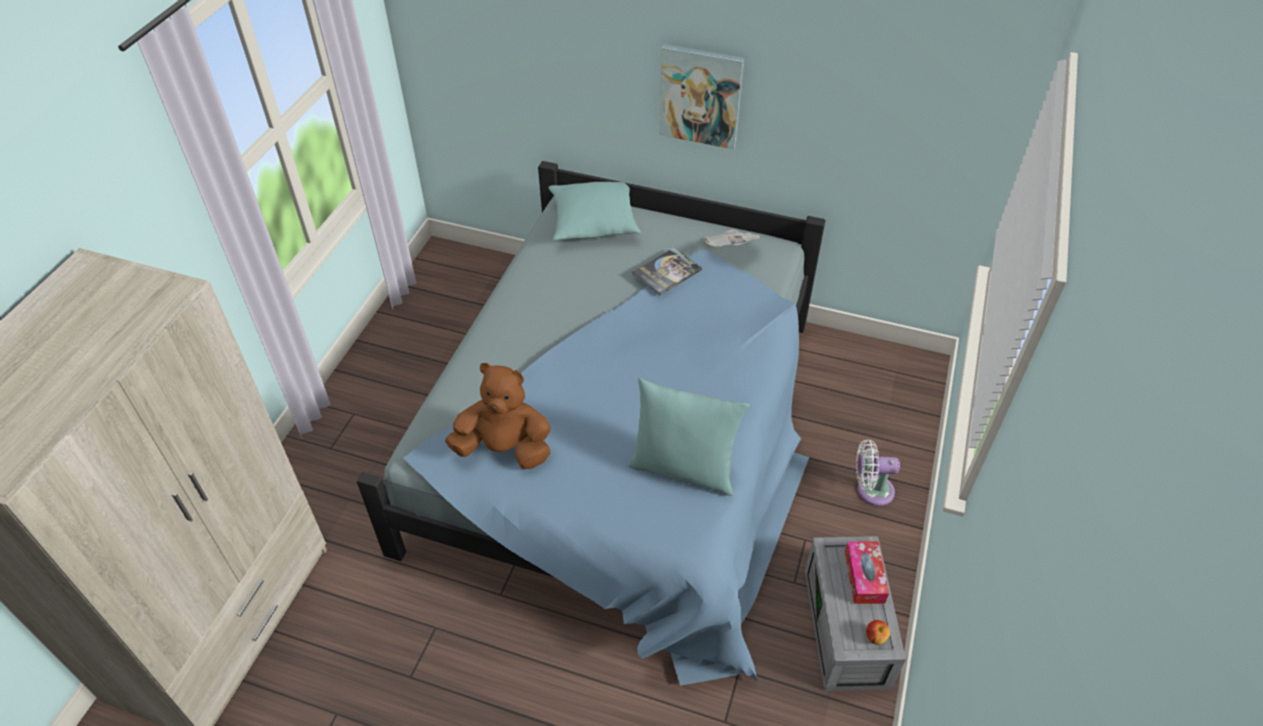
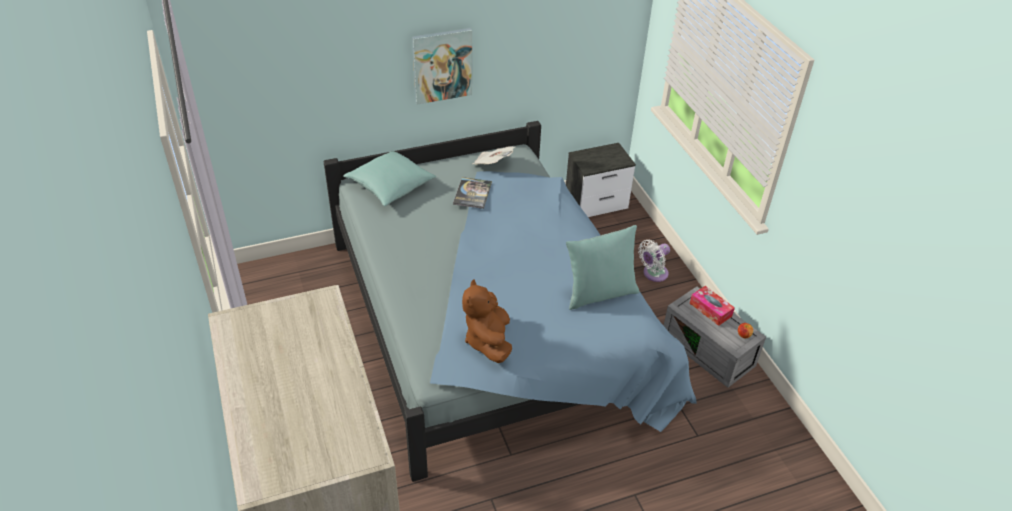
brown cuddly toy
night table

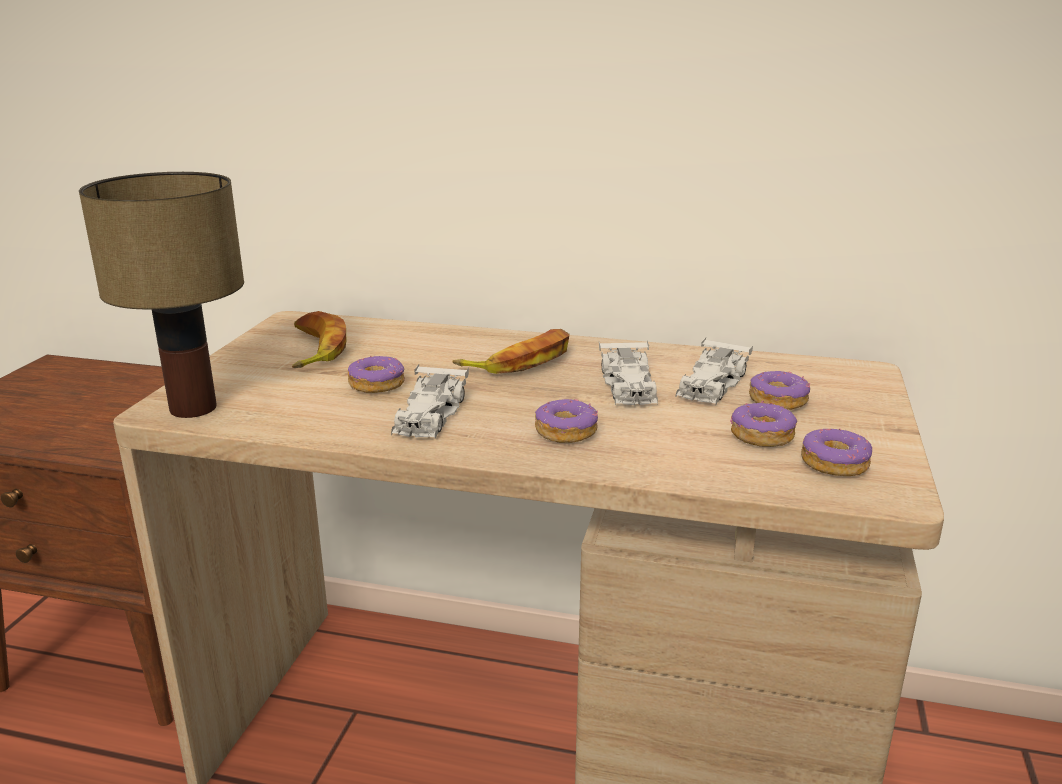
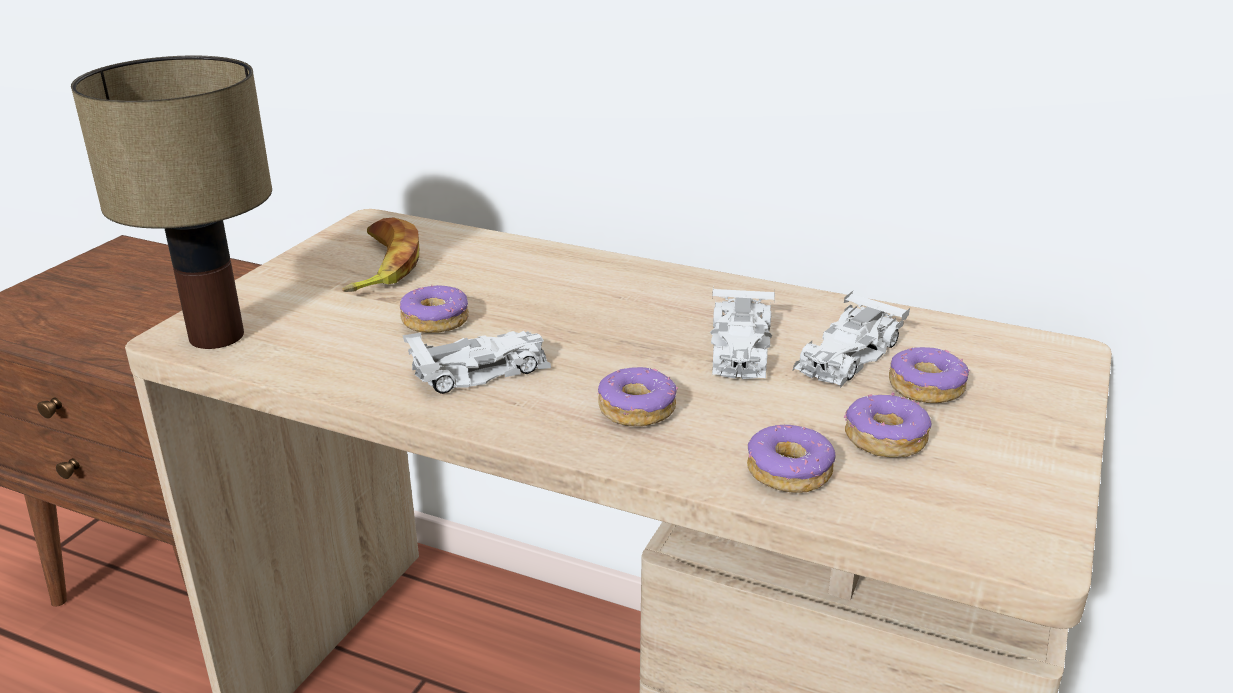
white miniature car (1st from left)
banana (2nd from left in the first image)
ring doughnut (3rd from left)

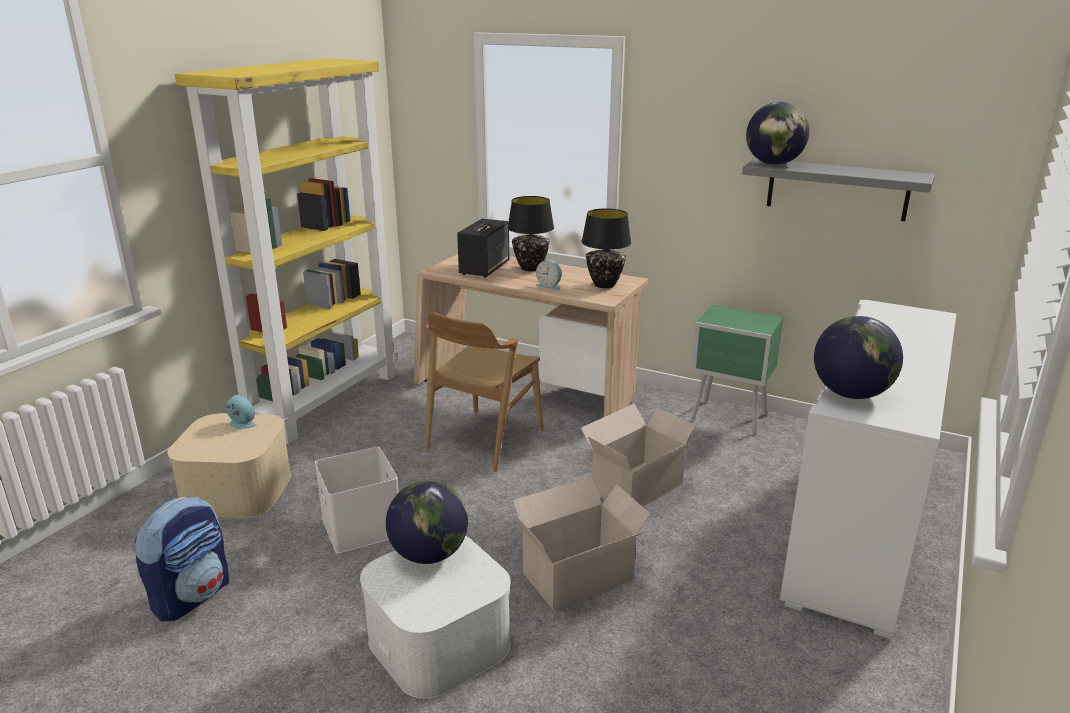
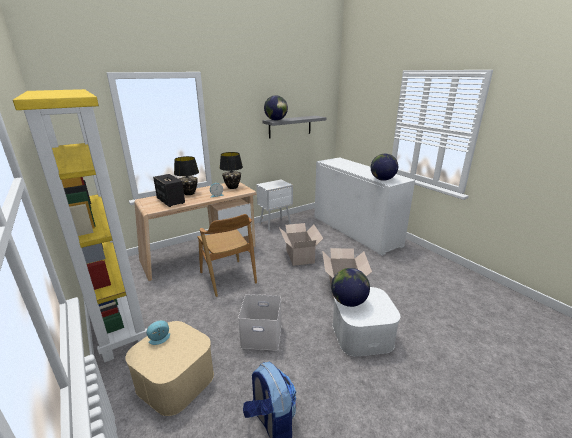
white night table

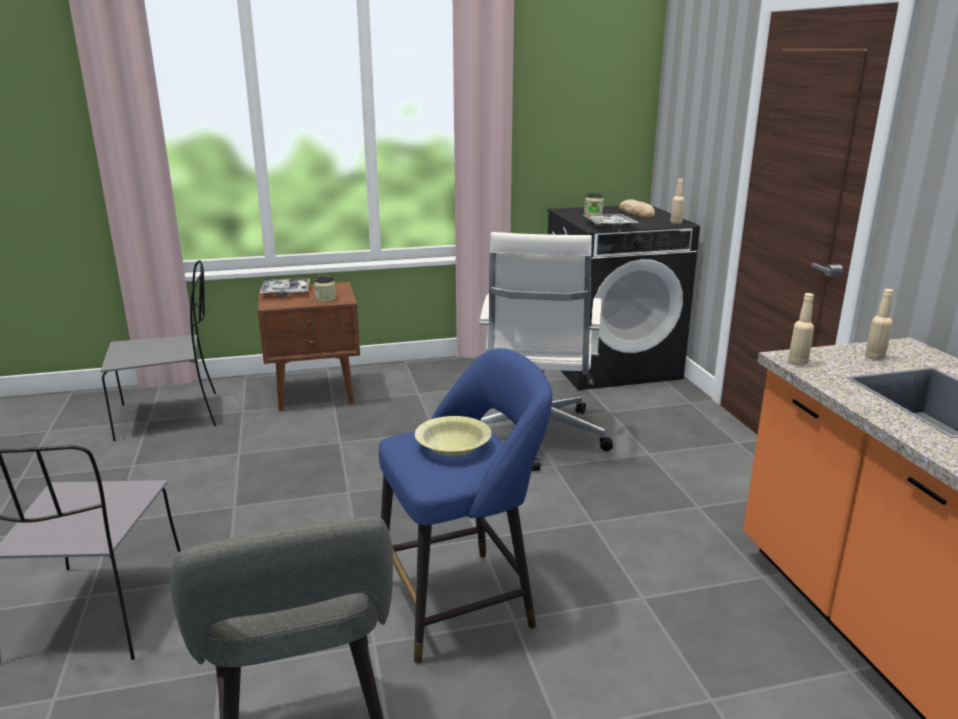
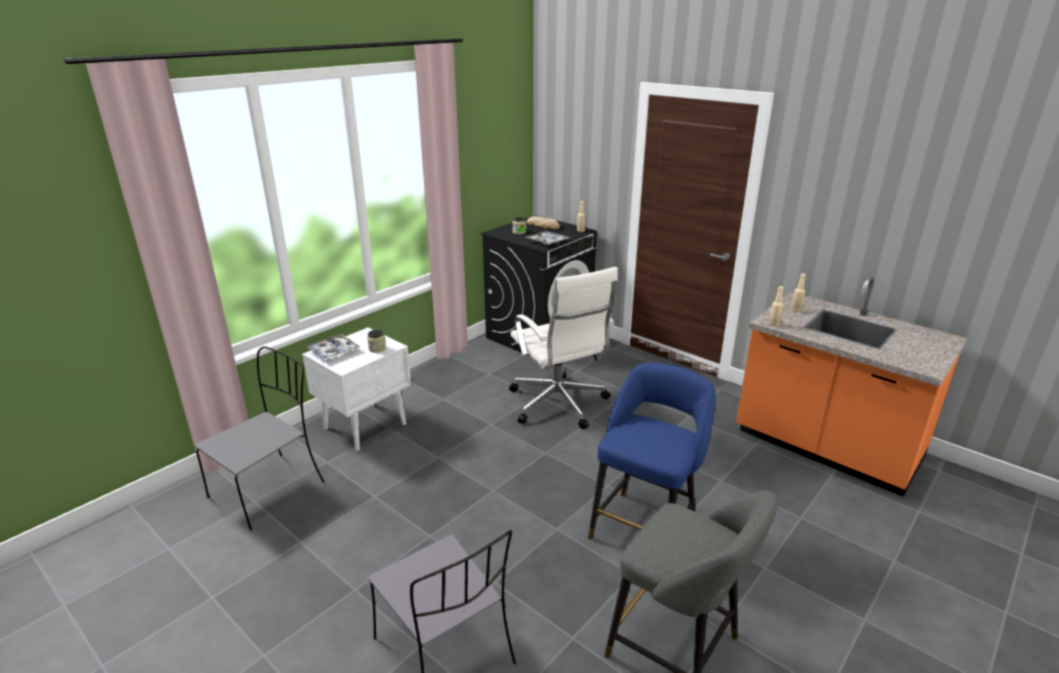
white night table
yellow deep dish

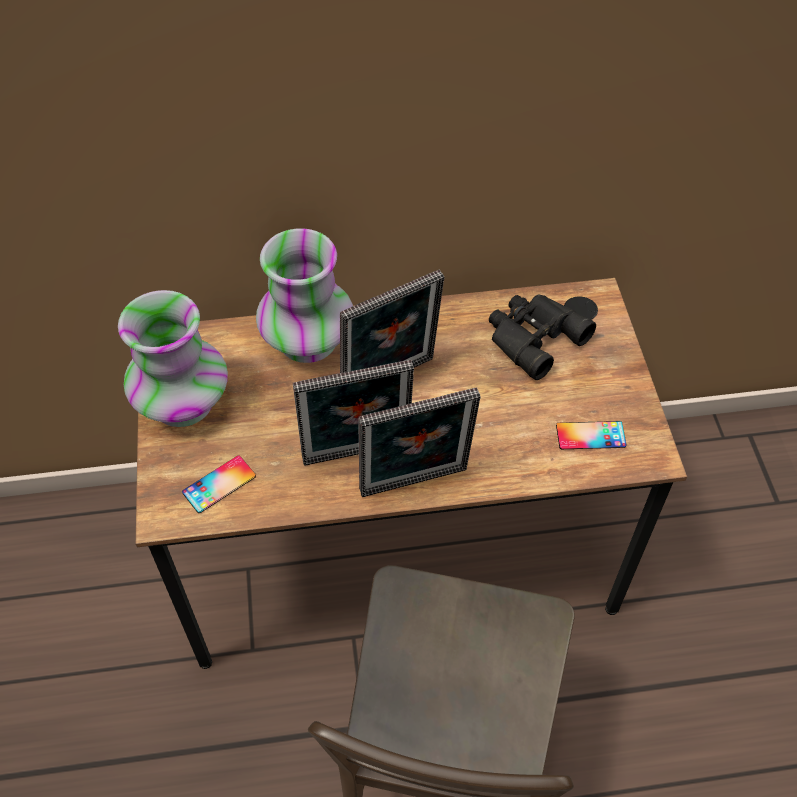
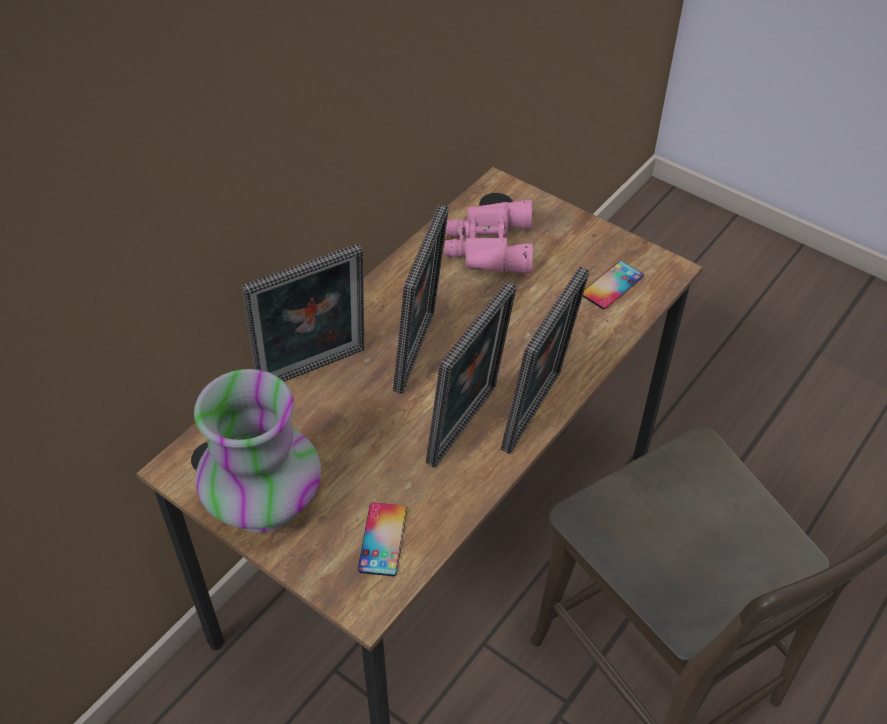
photo frame (1st from left)
pink-coloured pair of binoculars

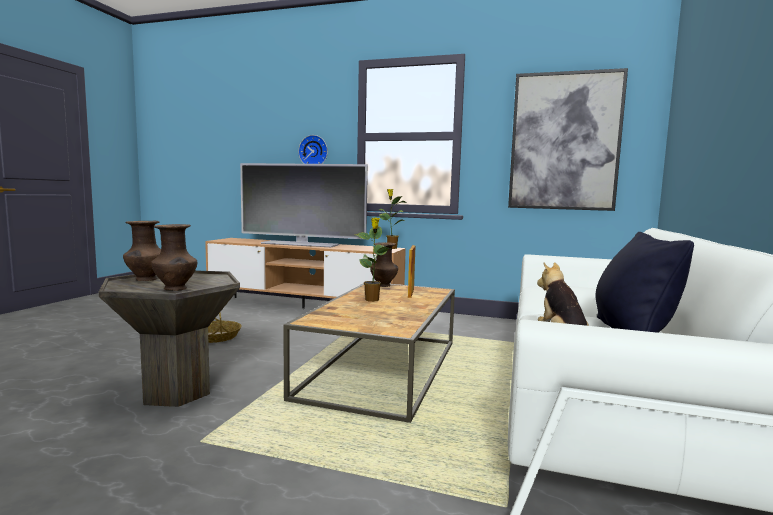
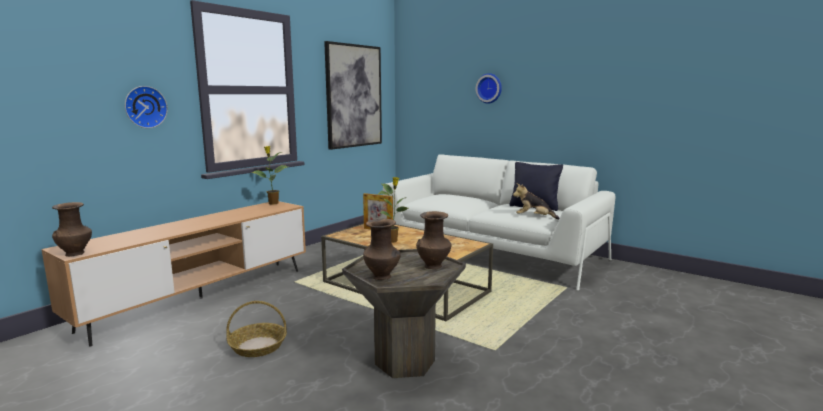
TV
brown flower vase (1st from left)
clock on the wall (2nd from left)

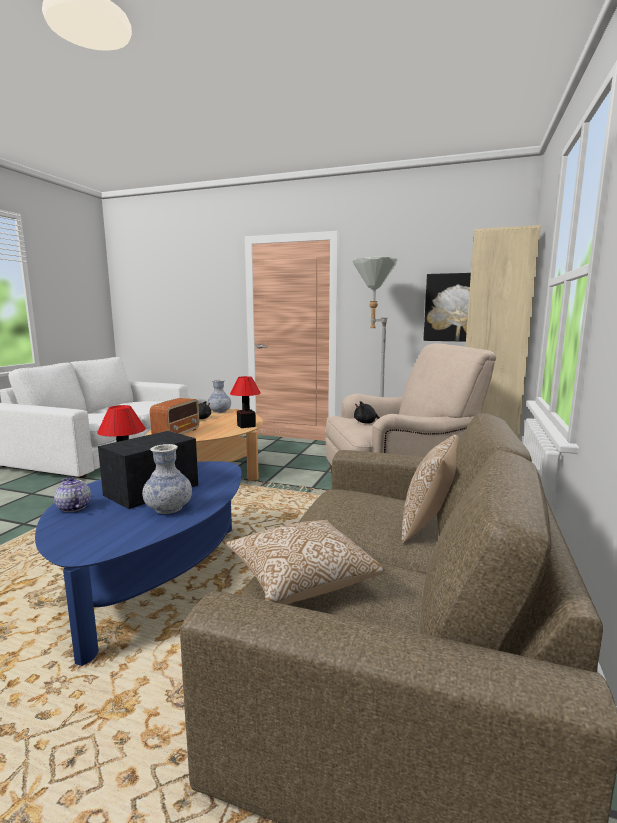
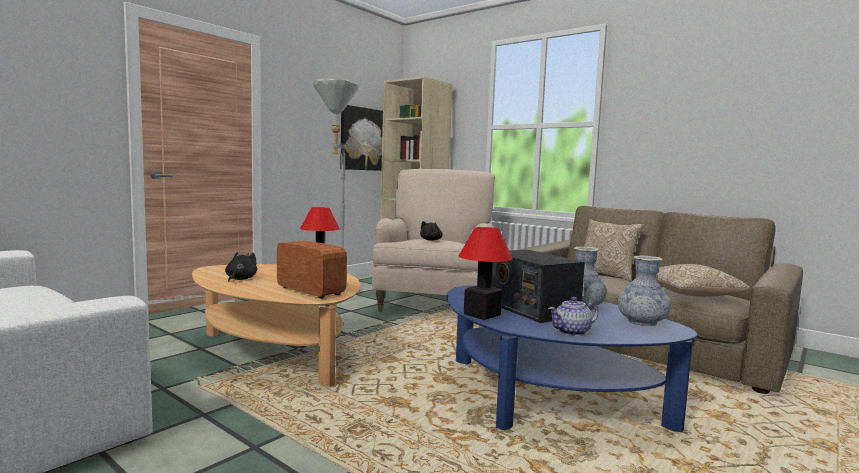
flower vase (2nd from left)

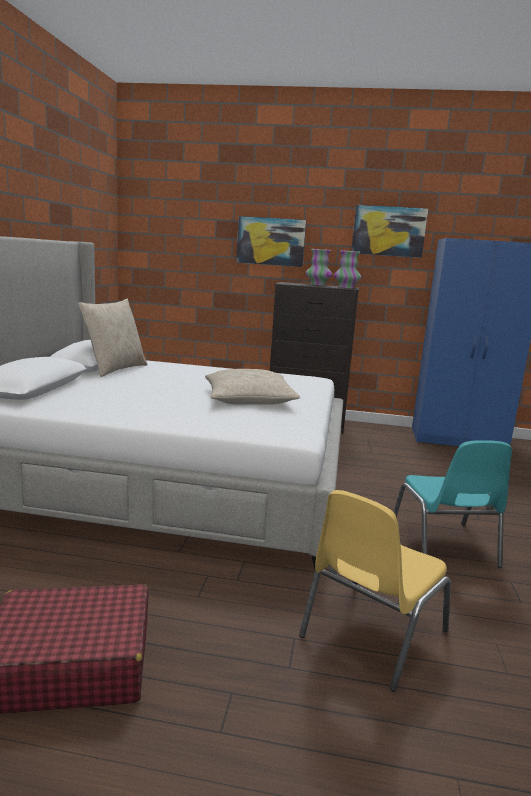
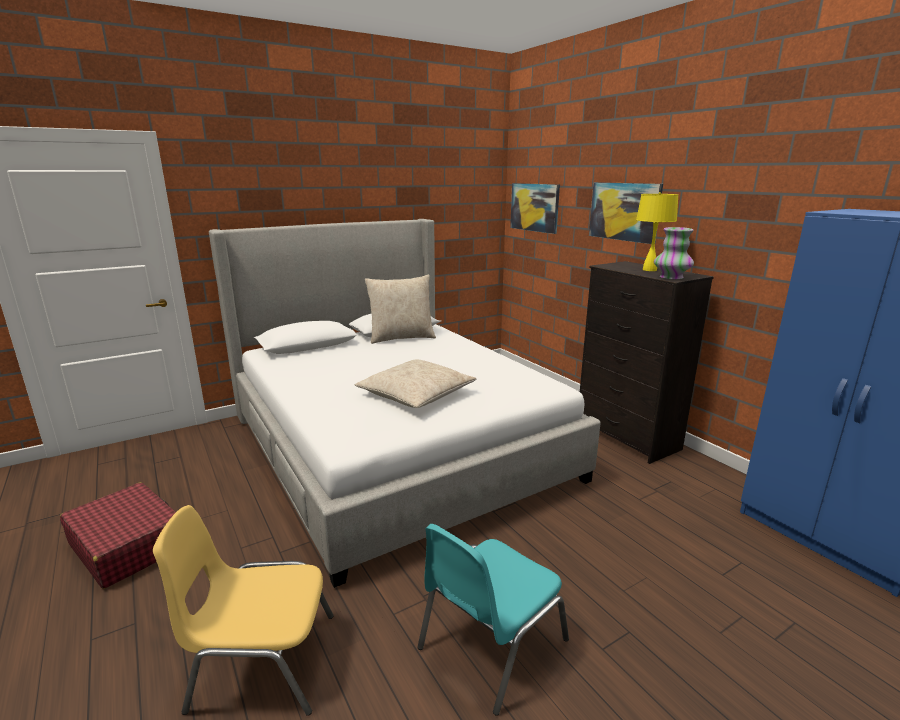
yellow table lamp
picture (1st from left)

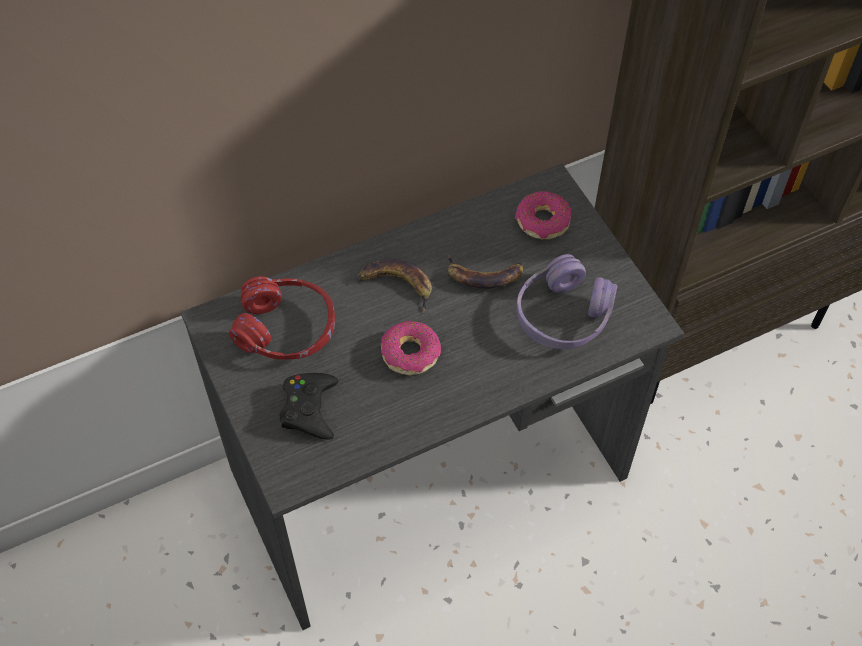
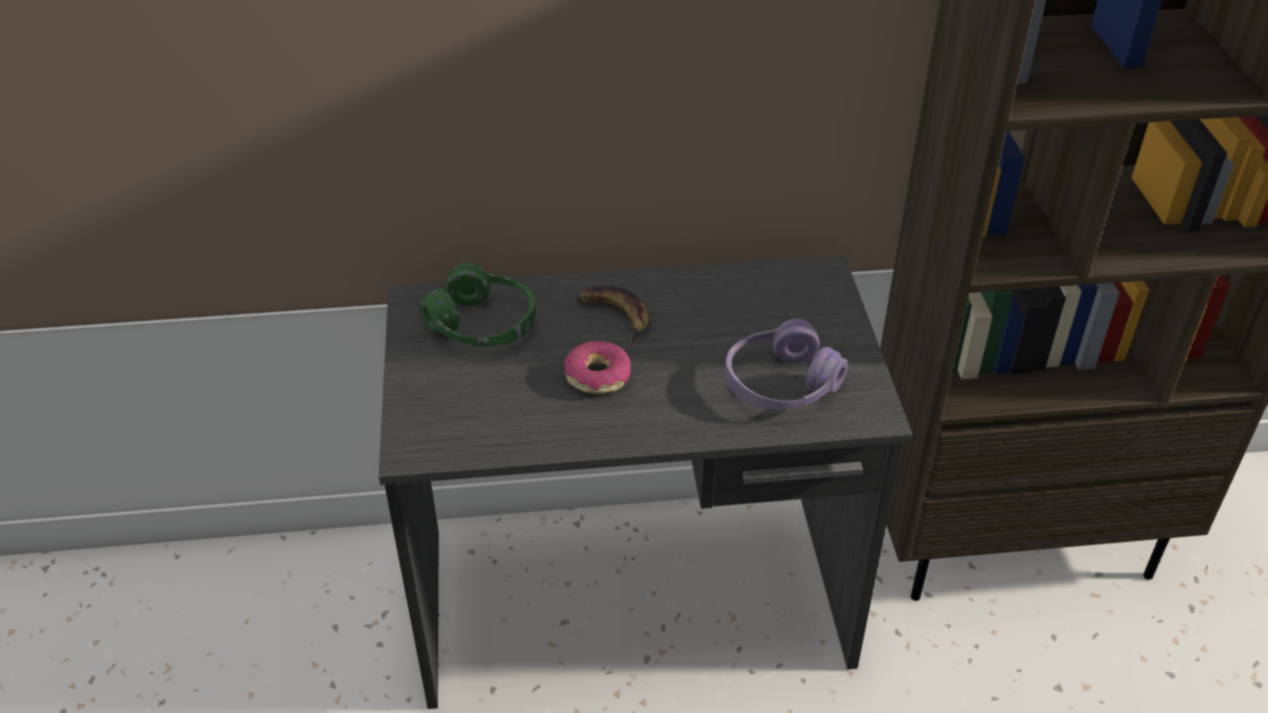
green headphones
black joypad
banana (2nd from left in the first image)
ring doughnut (2nd from left in the first image)

